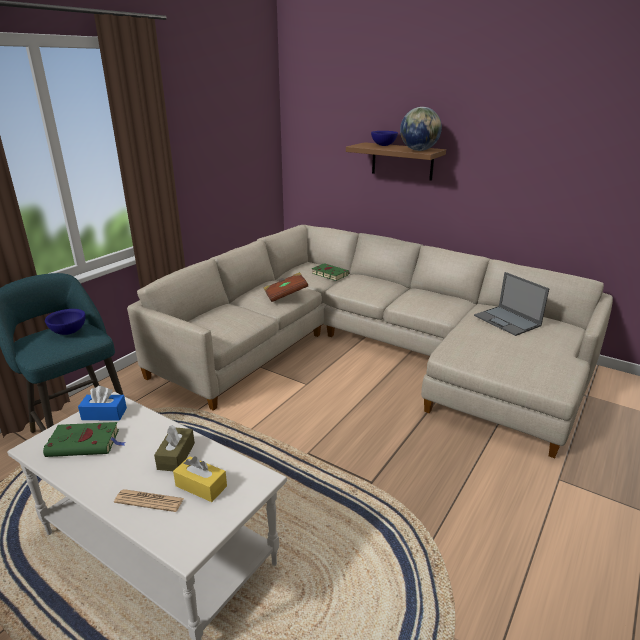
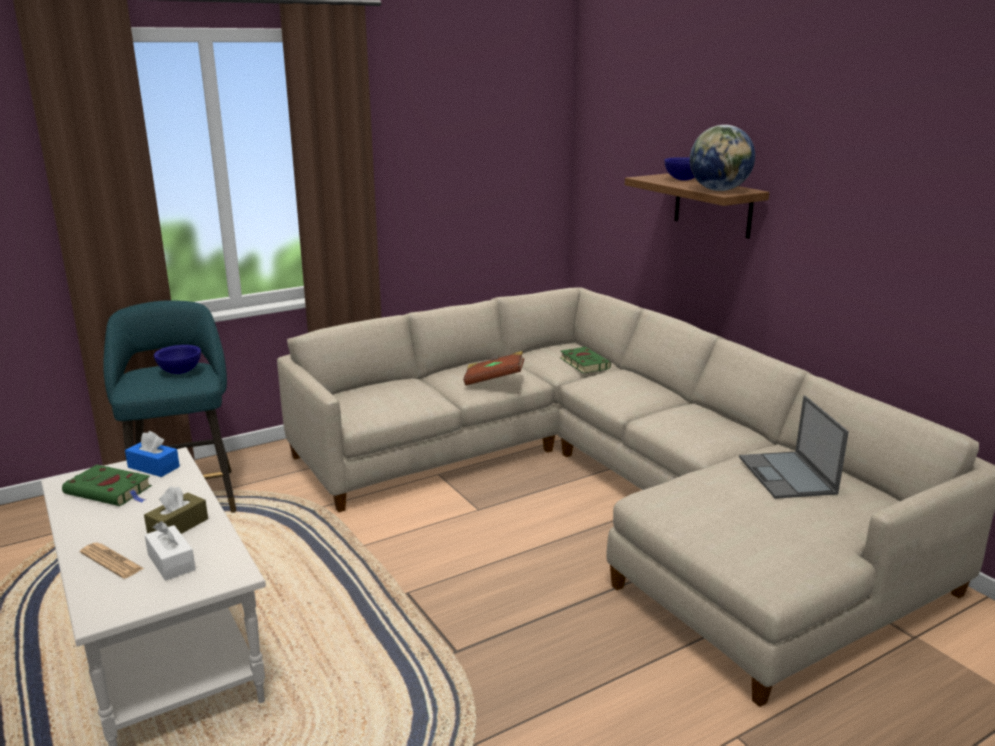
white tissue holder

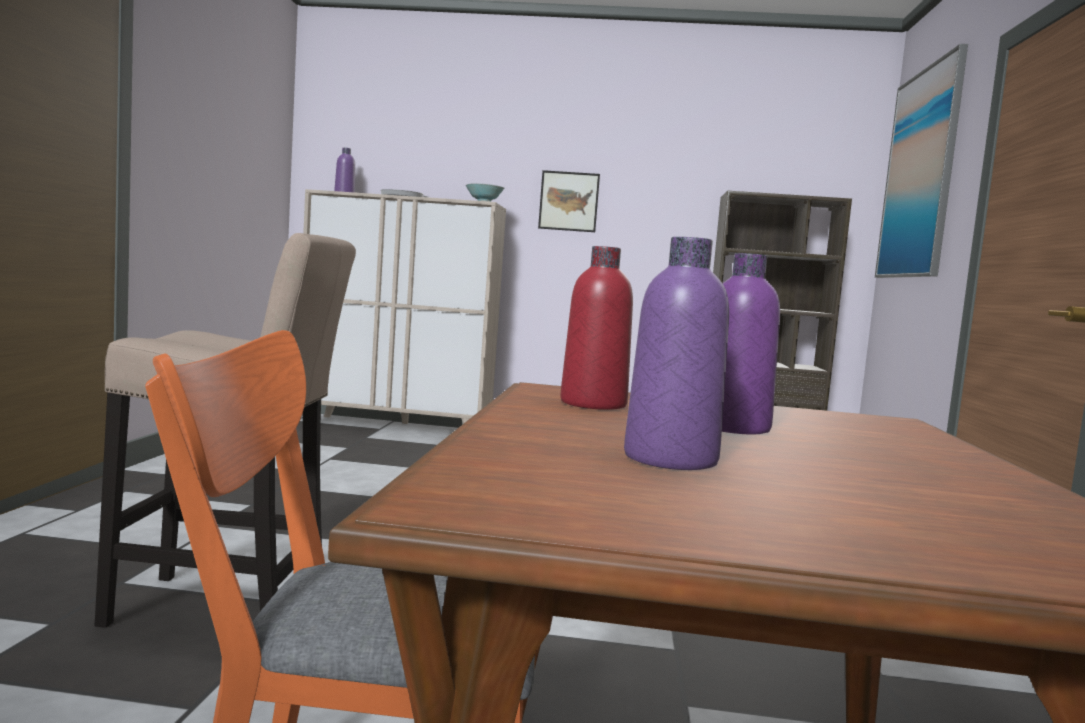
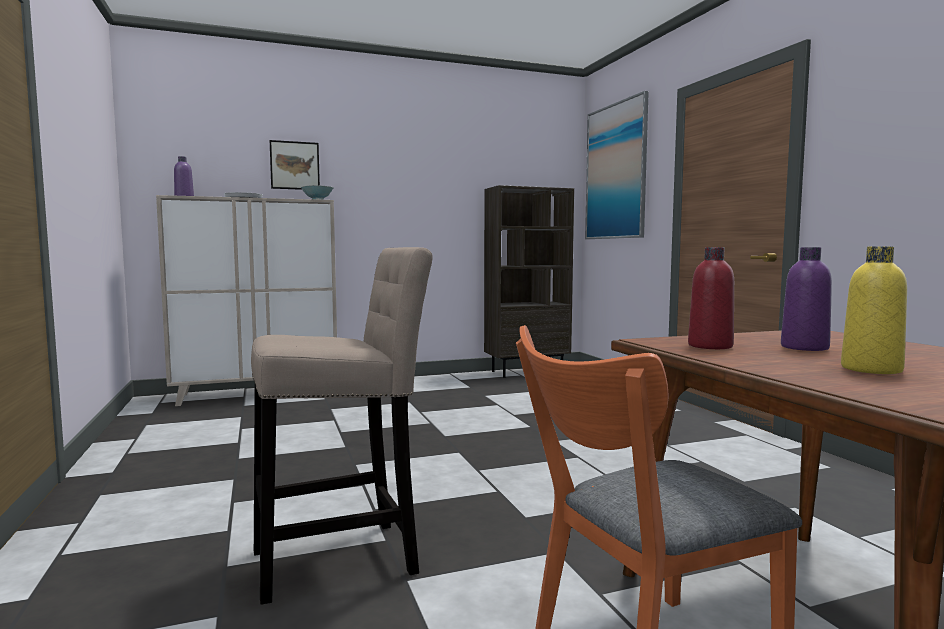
picture (1st from left)
yellow bottle

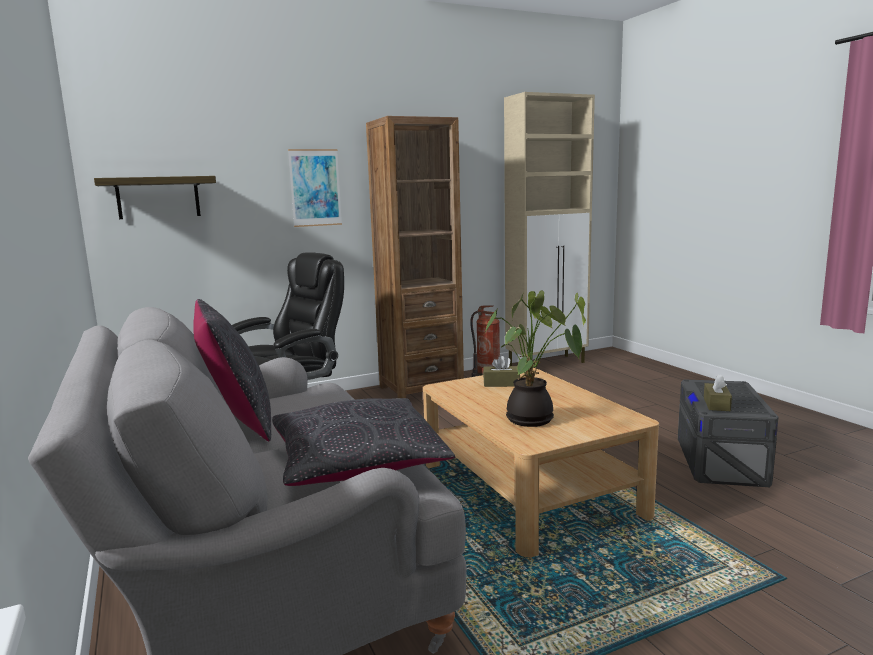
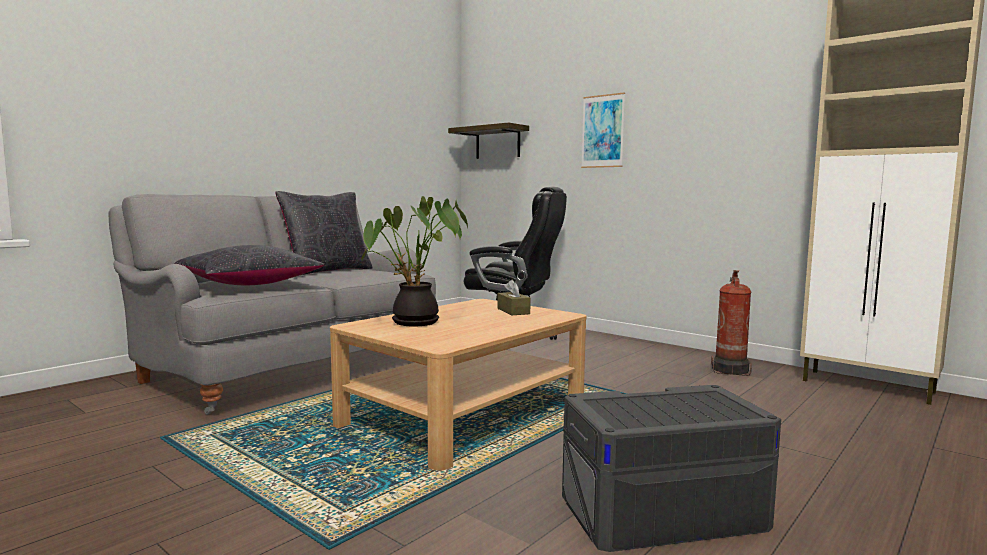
brown bookcase
brown tissue holder (2nd from left in the first image)

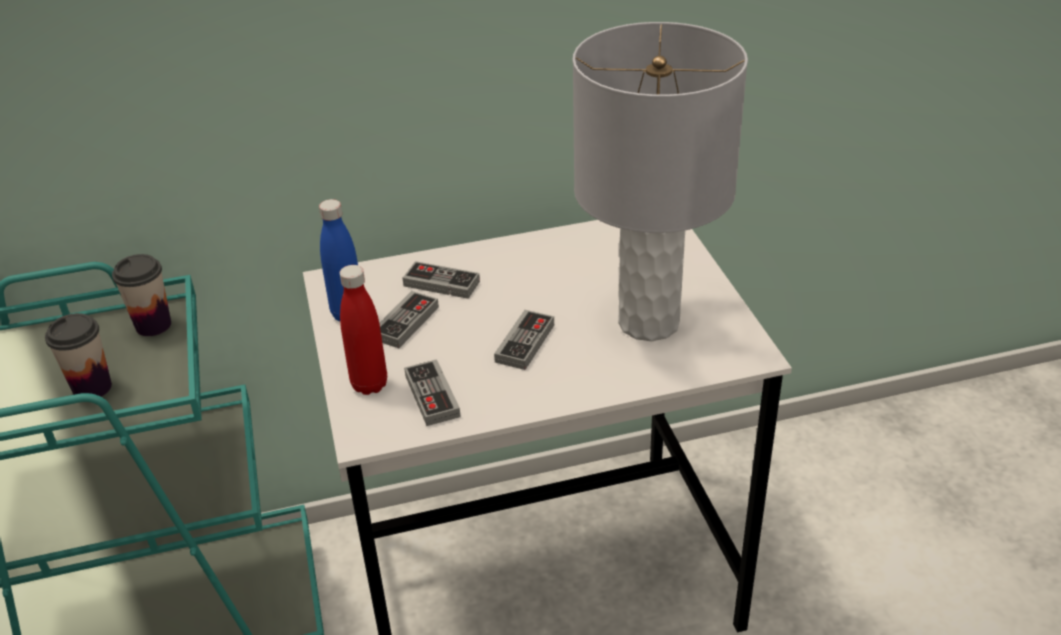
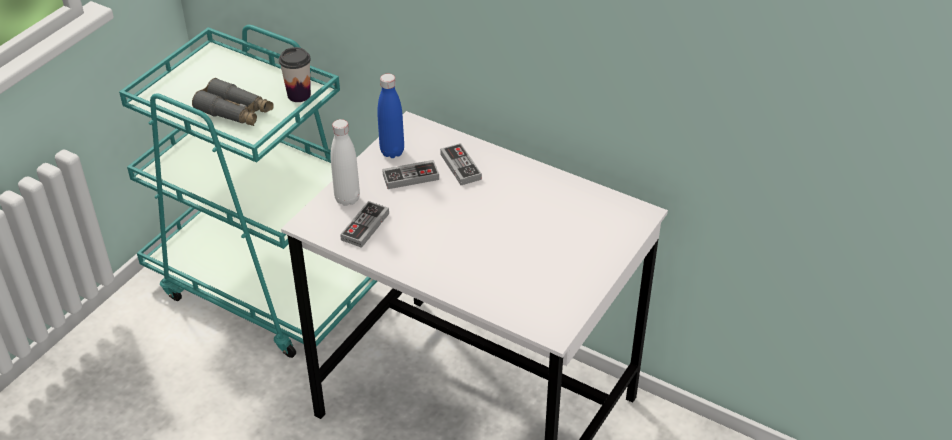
grey pair of binoculars
white bottle
joypad (4th from left in the first image)
grey table lamp

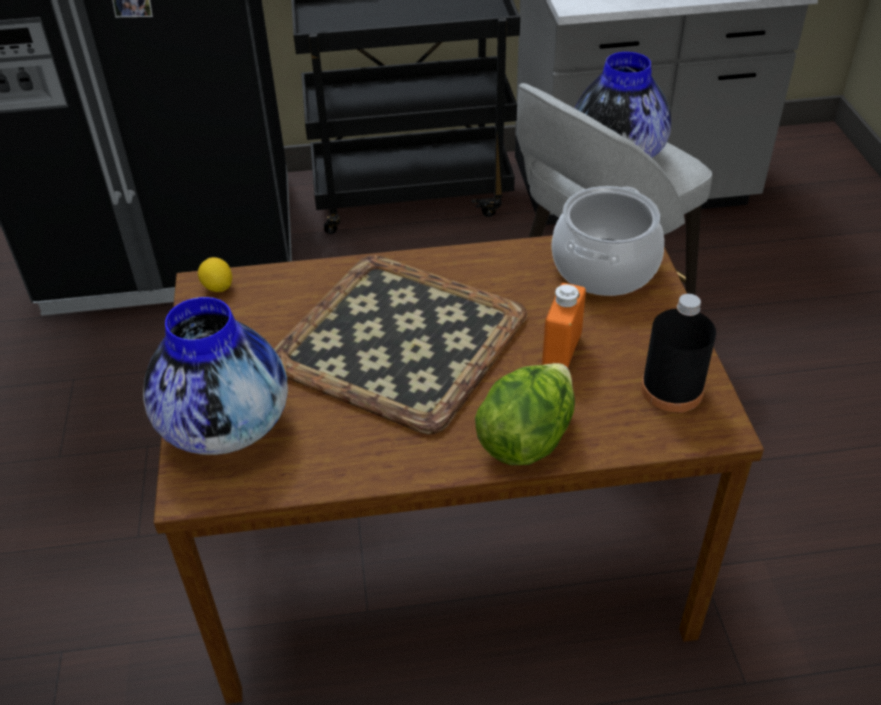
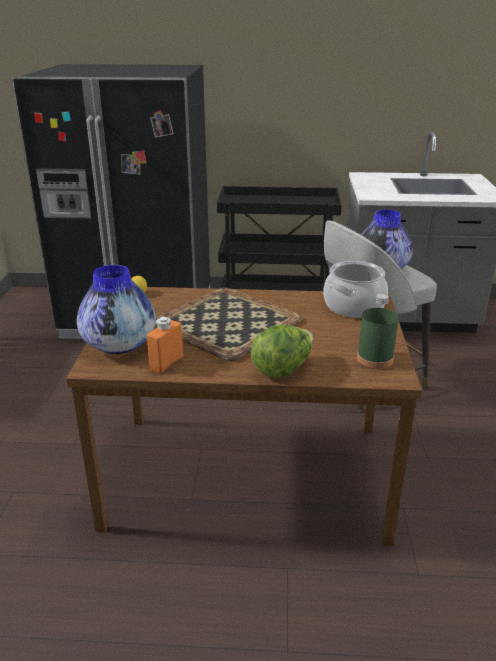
orange-coloured bottle
green bottle

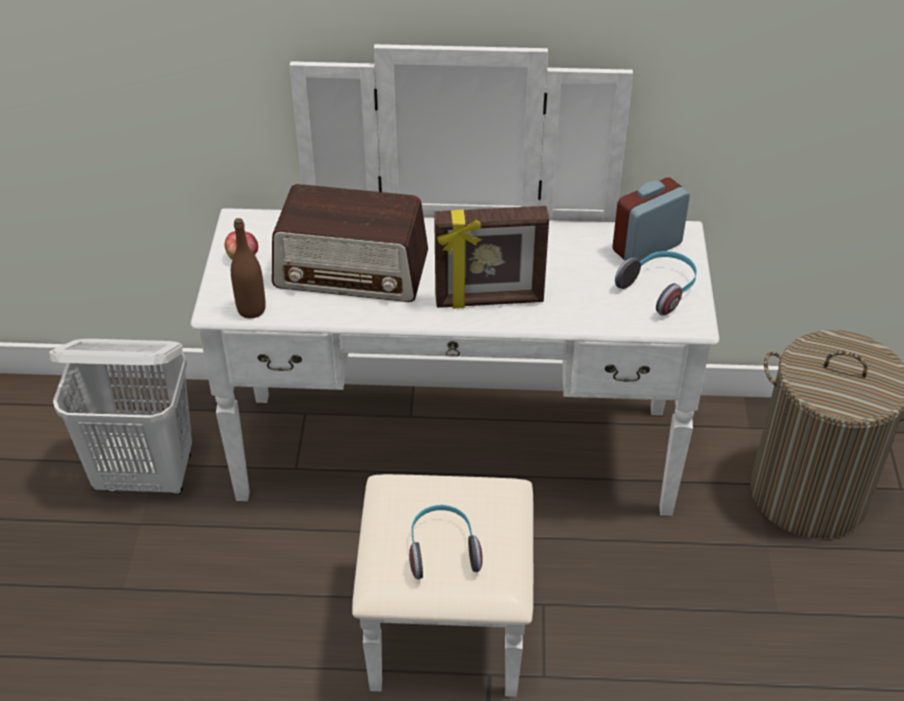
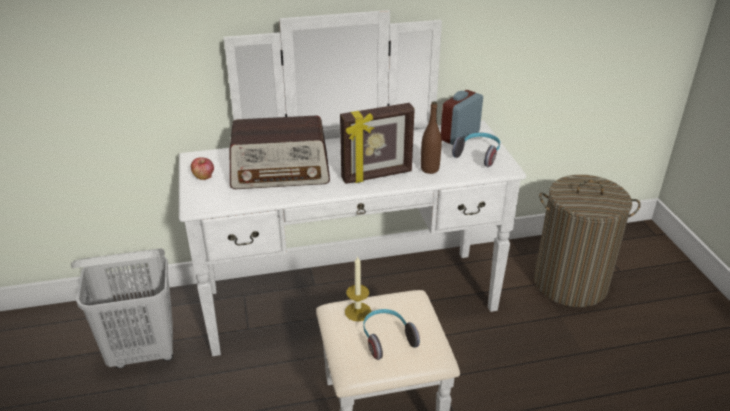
brown bottle
wax candle

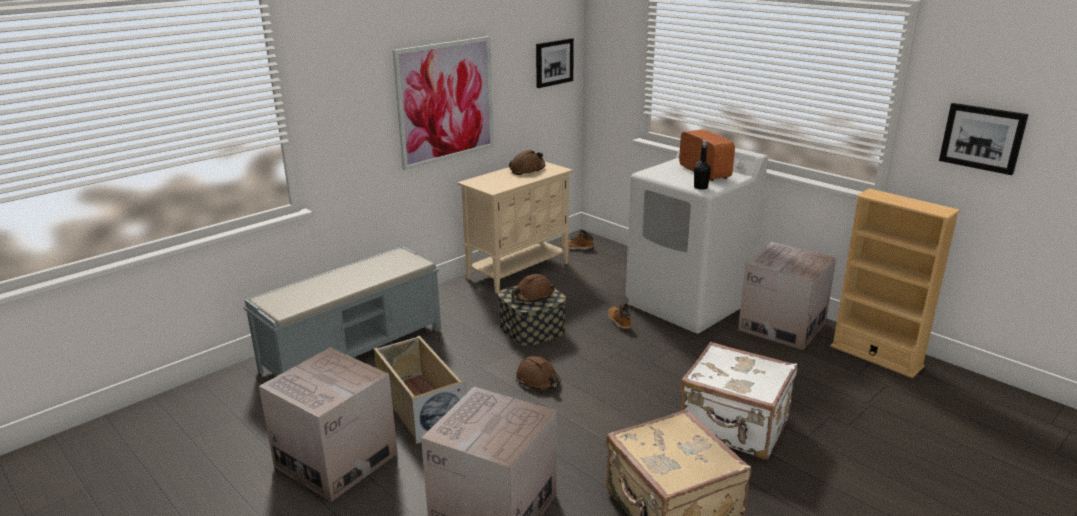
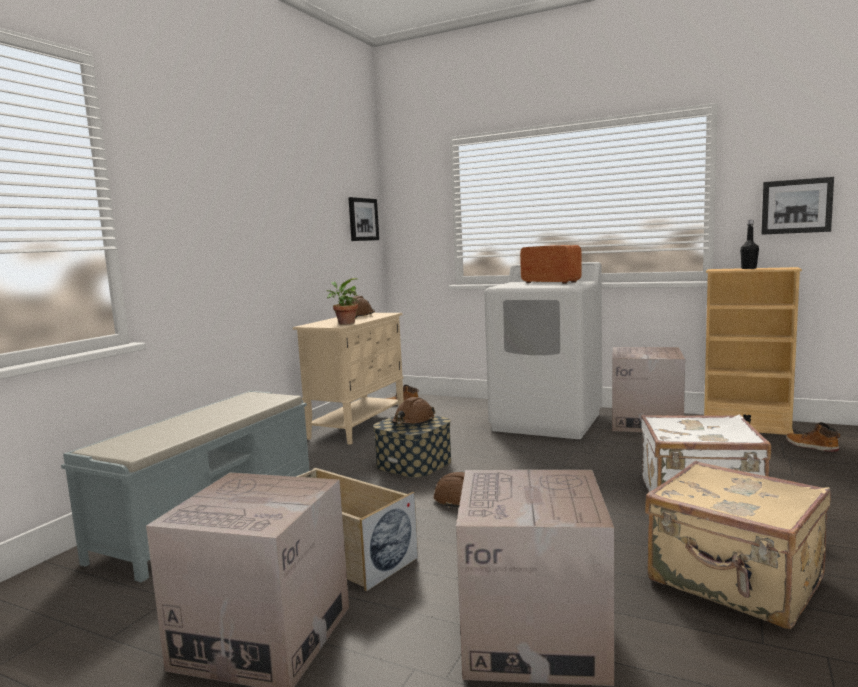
picture (1st from left in the first image)
high-top boot (2nd from left)
black bottle
potted plant

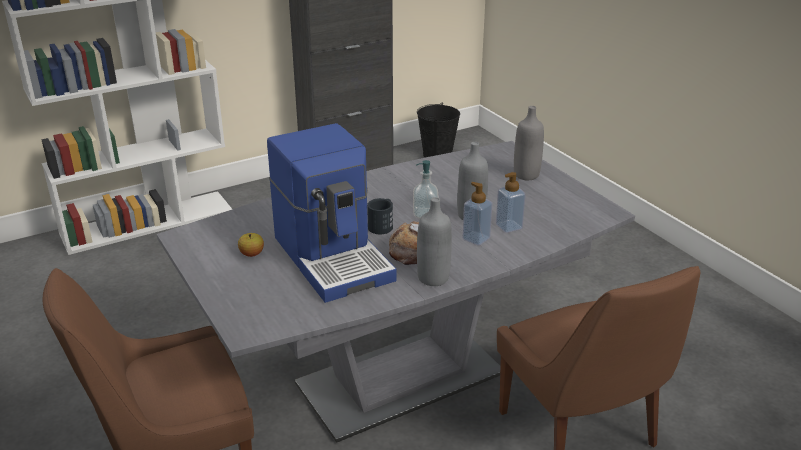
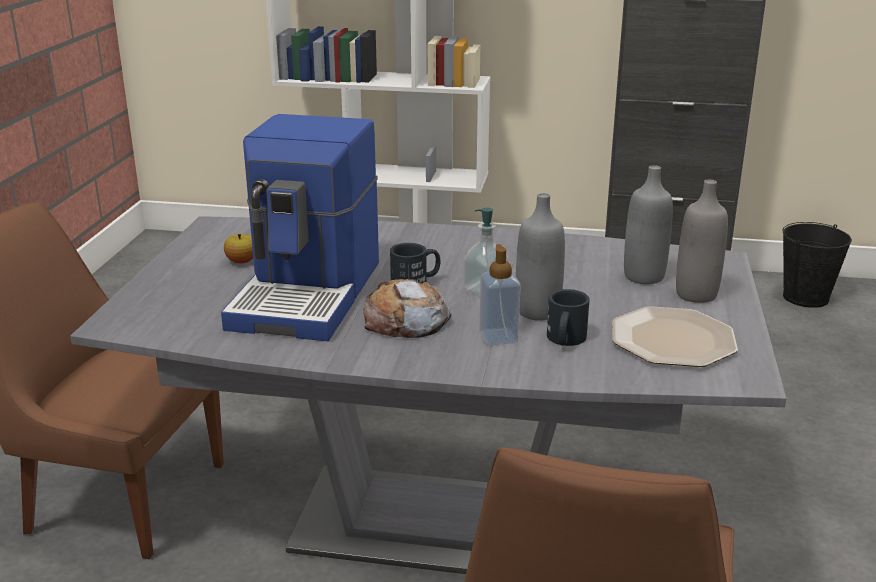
grey bottle (2nd from left)
black mug (2nd from left)
plate

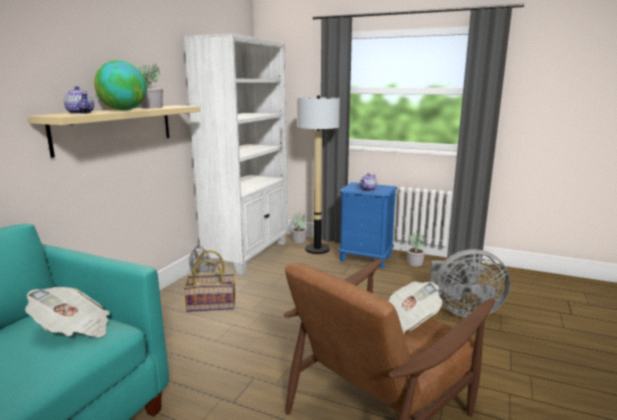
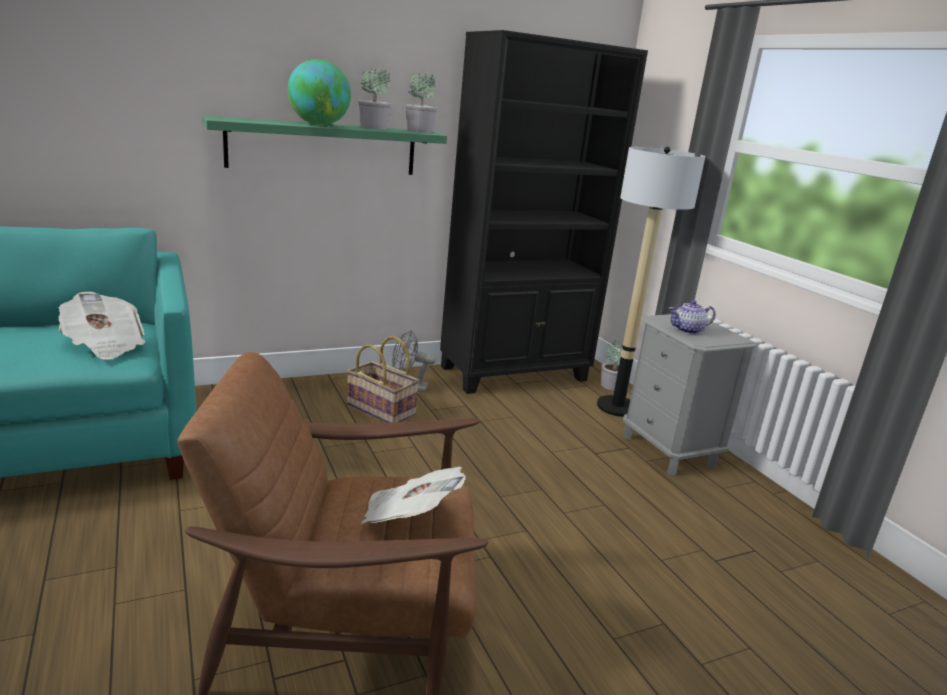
green bracket shelf
pot for tea (1st from left in the first image)
black bookcase
grey night table
potted plant (2nd from left)
grey cooling fan (2nd from left in the first image)

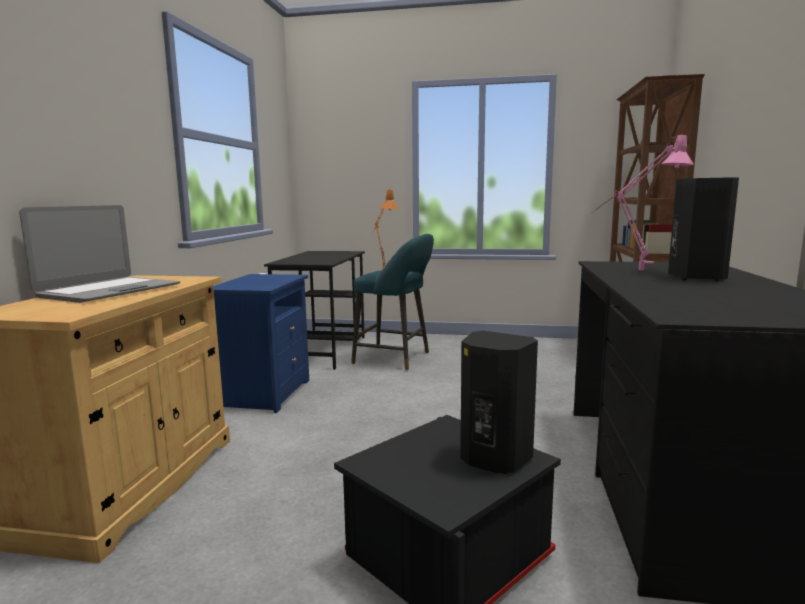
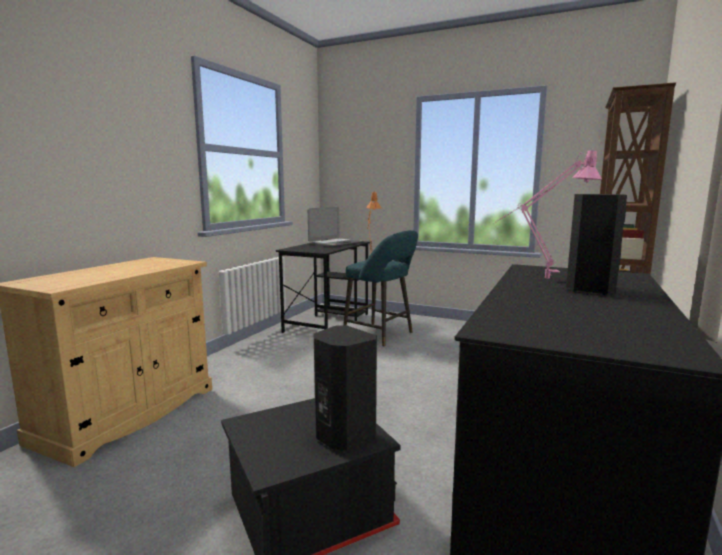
notebook computer
bluish night table

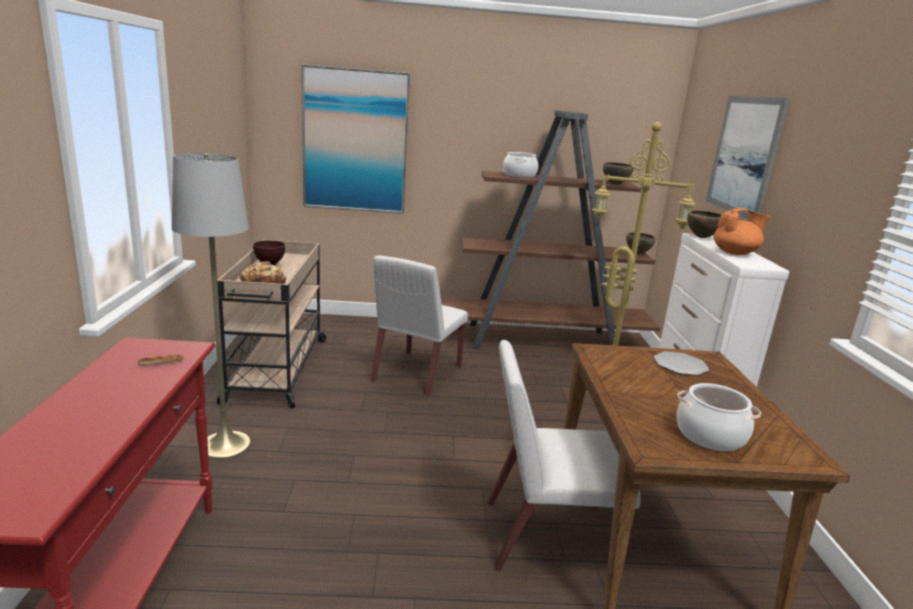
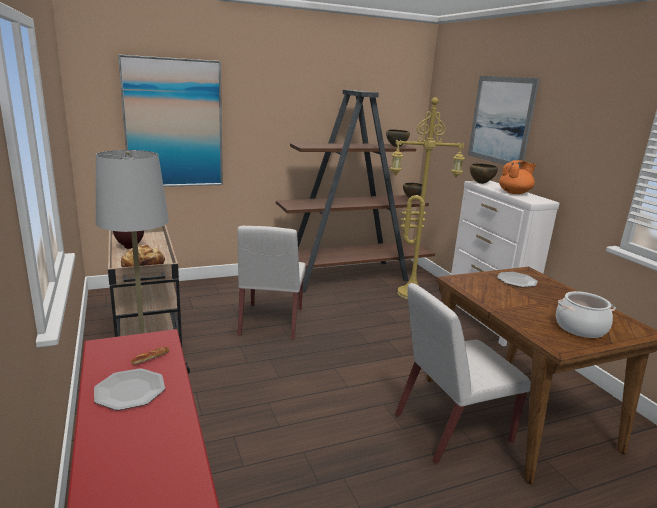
saucepot (1st from left in the first image)
plate (1st from left)

